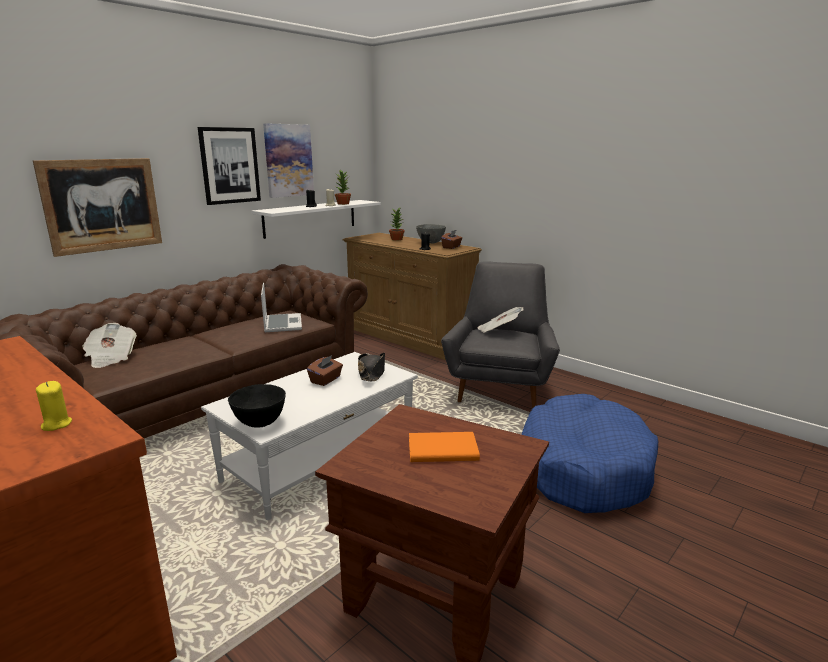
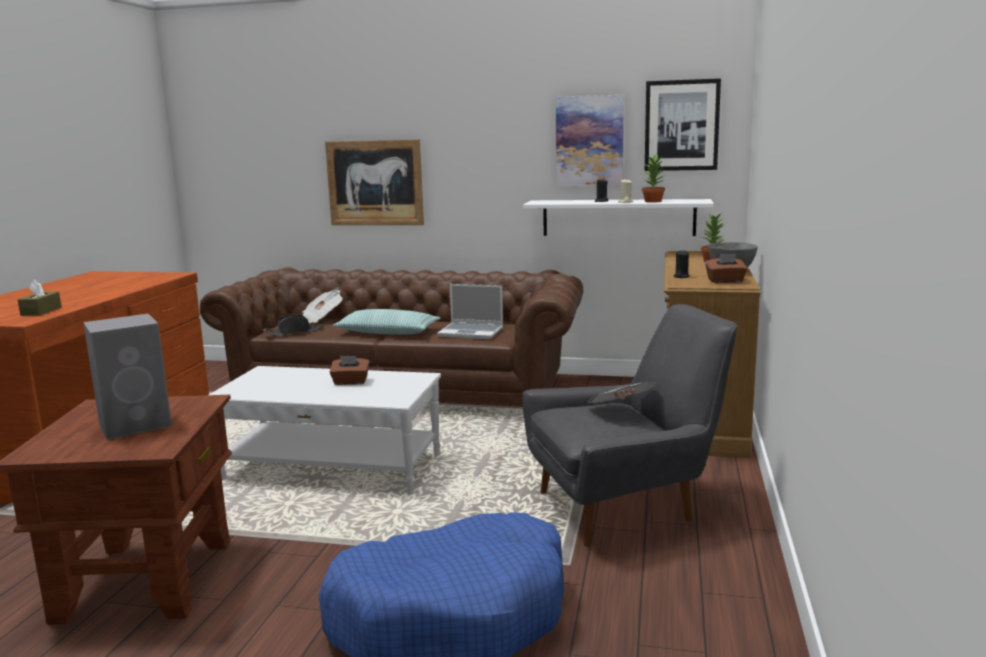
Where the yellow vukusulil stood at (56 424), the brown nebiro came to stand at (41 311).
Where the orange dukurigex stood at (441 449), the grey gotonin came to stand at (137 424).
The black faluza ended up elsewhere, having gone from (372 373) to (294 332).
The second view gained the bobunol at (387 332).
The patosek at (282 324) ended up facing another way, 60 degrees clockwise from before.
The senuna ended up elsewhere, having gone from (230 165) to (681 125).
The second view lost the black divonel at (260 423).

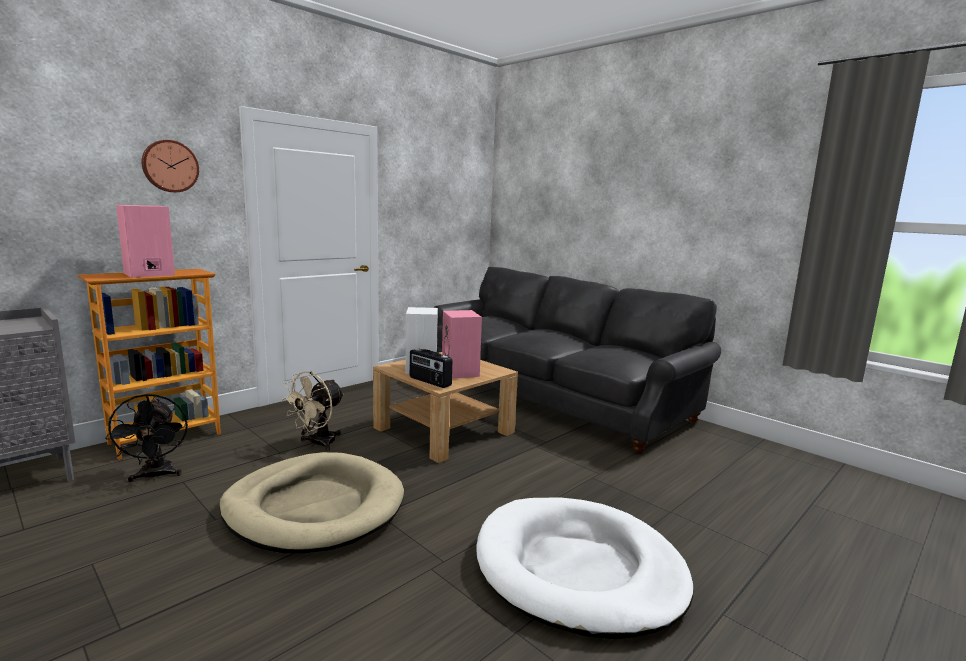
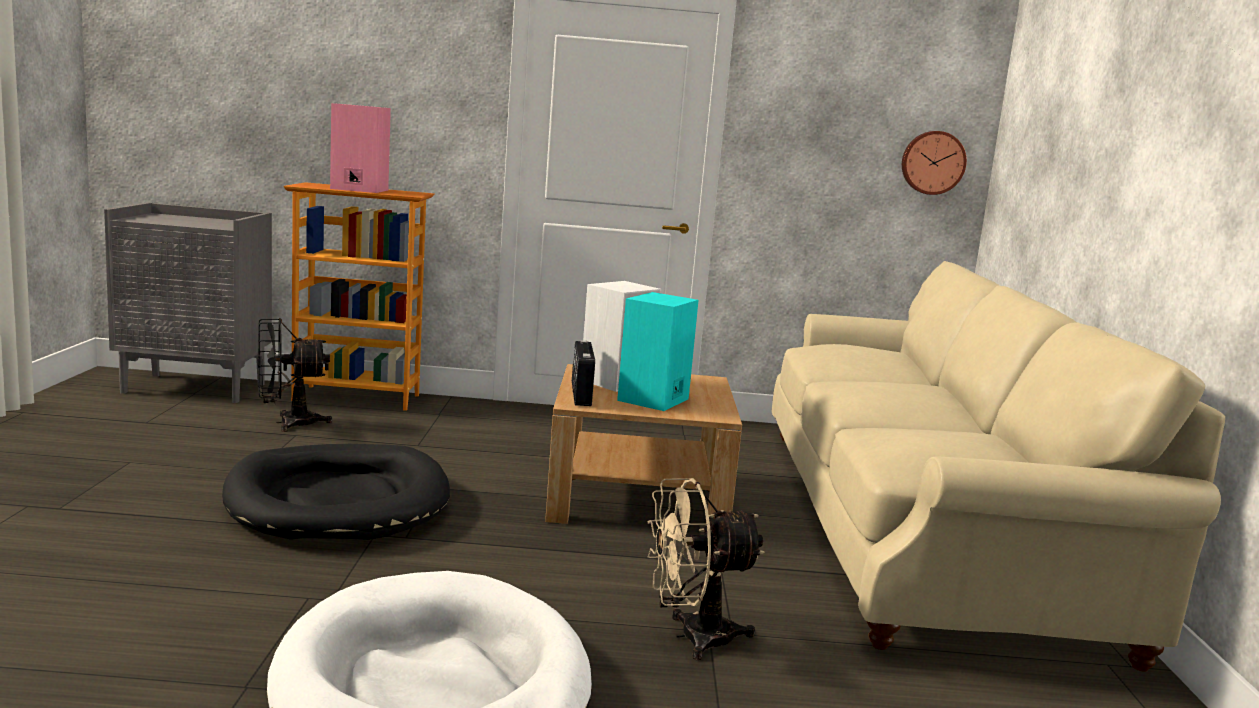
What was the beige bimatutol at (314 507) turned into the black bimatutol at (338 501).
The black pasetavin at (155 476) ended up facing another way, 45 degrees clockwise from before.
What was the pink gotonin at (461 372) turned into the turquoise gotonin at (654 400).
The beige pasetavin ended up elsewhere, having gone from (317 444) to (692 637).
What was the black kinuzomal at (552 396) turned into the beige kinuzomal at (918 525).
The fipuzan ended up elsewhere, having gone from (170 166) to (932 162).

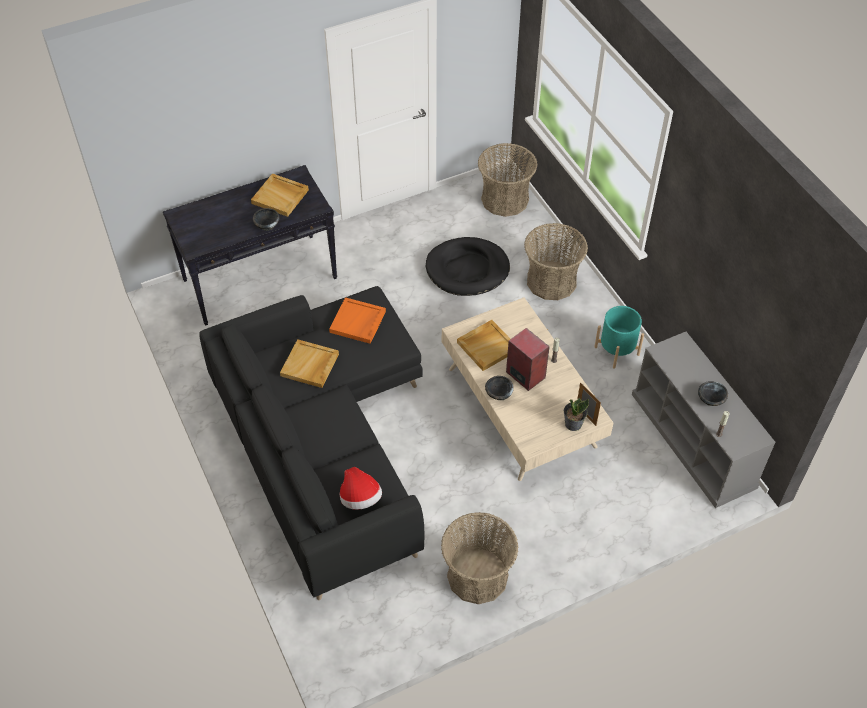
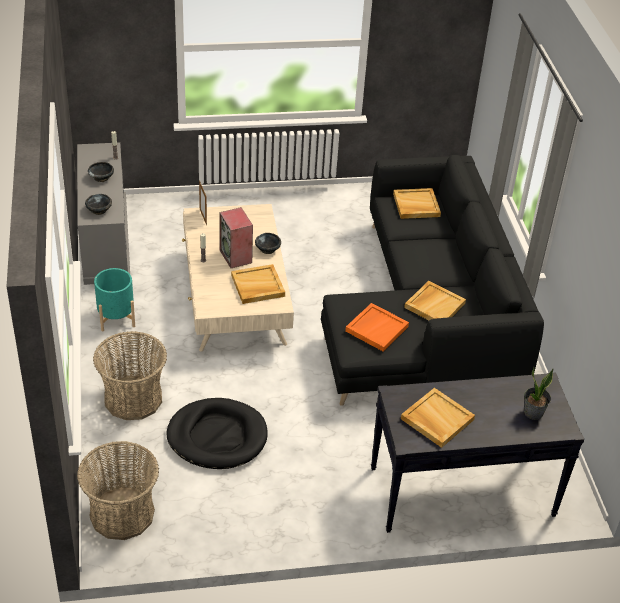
The black divonel ended up elsewhere, having gone from (267 225) to (99 210).
Where the faluza stood at (360 498), the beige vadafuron came to stand at (416 205).
The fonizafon ended up elsewhere, having gone from (573 423) to (533 413).
The second view lost the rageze at (477 576).

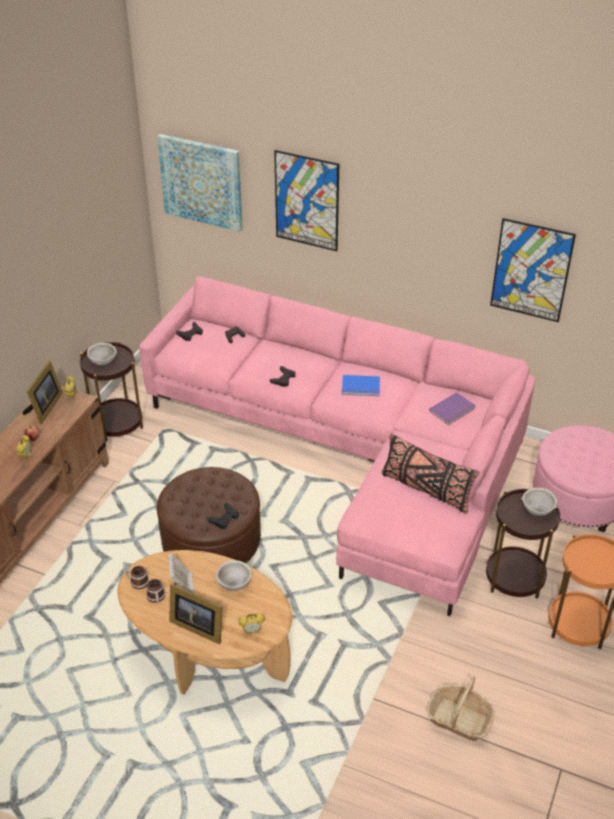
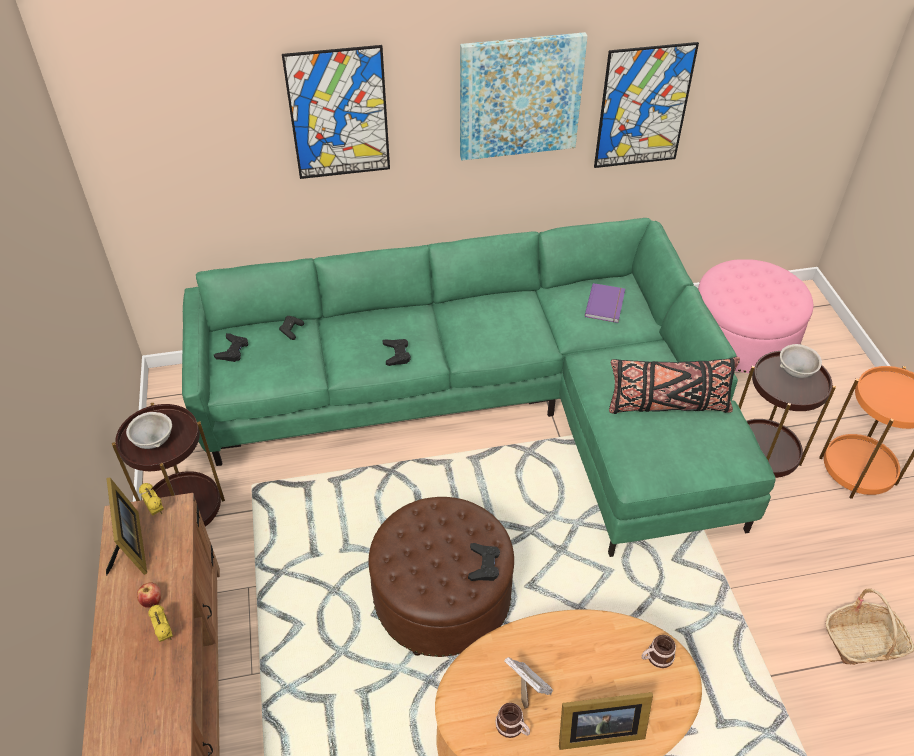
What was the pink kinuzomal at (351 452) turned into the green kinuzomal at (489 404).
The senuna ended up elsewhere, having gone from (201 182) to (520 96).
The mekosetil ended up elsewhere, having gone from (137 582) to (656 657).
The second view lost the grey divonel at (234 584).
The second view lost the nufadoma at (252 631).
The second view lost the blue dukurigex at (361 387).

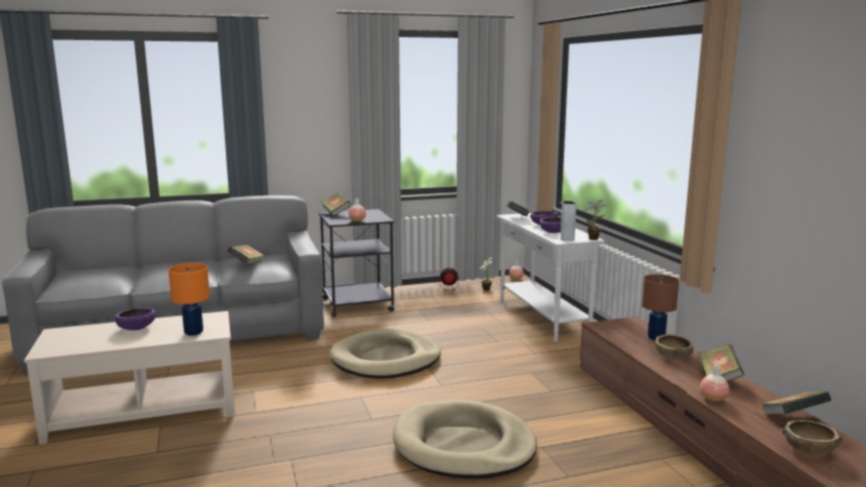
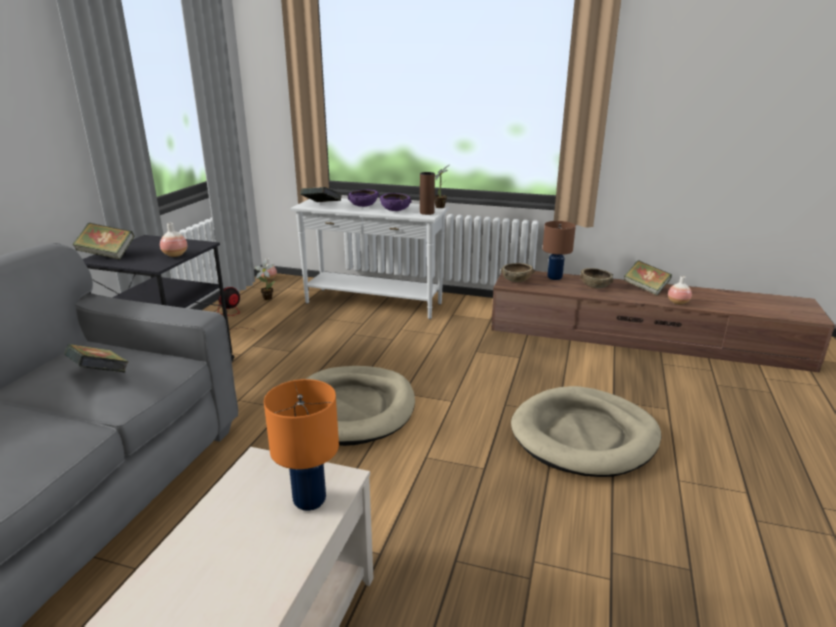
What was the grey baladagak at (567 239) turned into the brown baladagak at (427 213).
The brown divonel ended up elsewhere, having gone from (809 450) to (516 280).
The second view lost the purple divonel at (136 328).
The second view lost the dukurigex at (792 418).

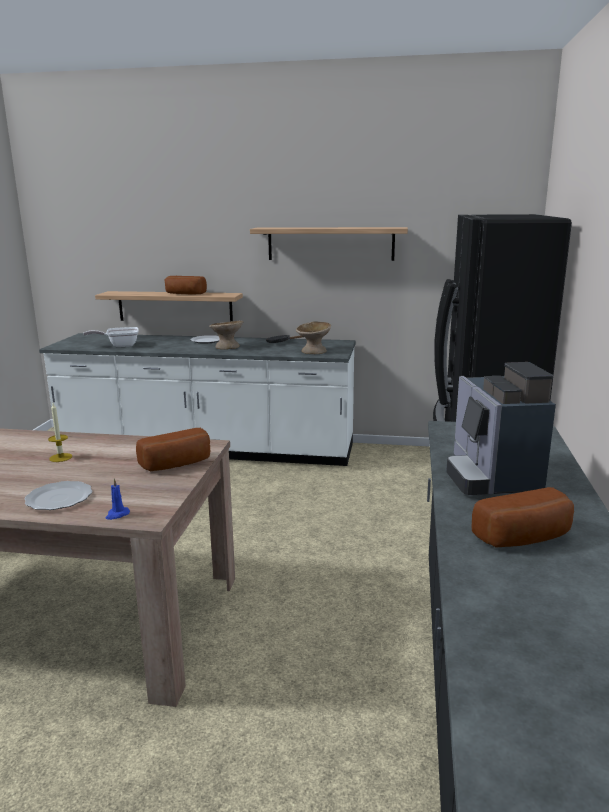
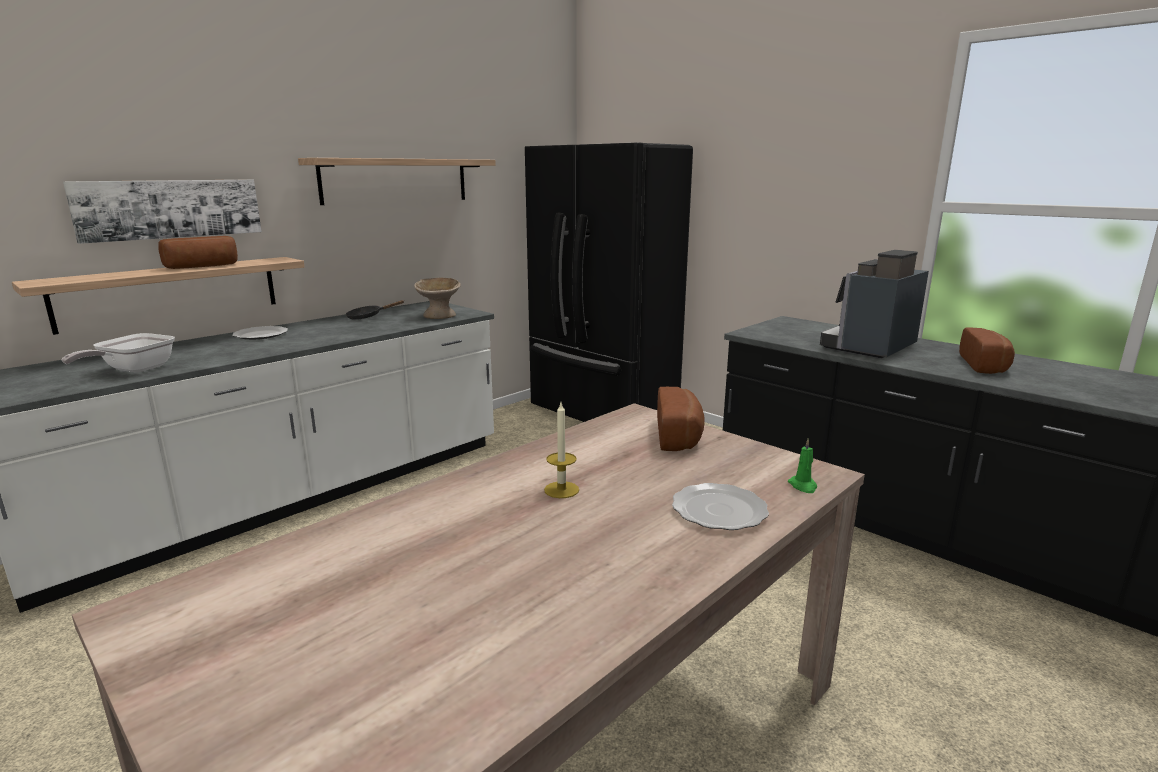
The second view gained the senuna at (170 209).
What was the blue vukusulil at (117 514) turned into the green vukusulil at (803 486).
The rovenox at (491 476) ended up facing another way, 105 degrees clockwise from before.
The second view lost the beige divonel at (227 347).

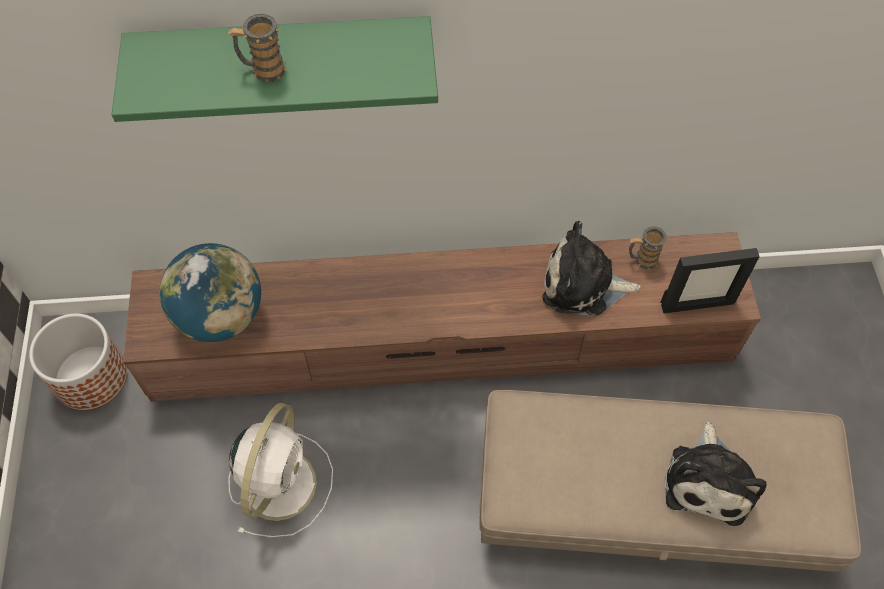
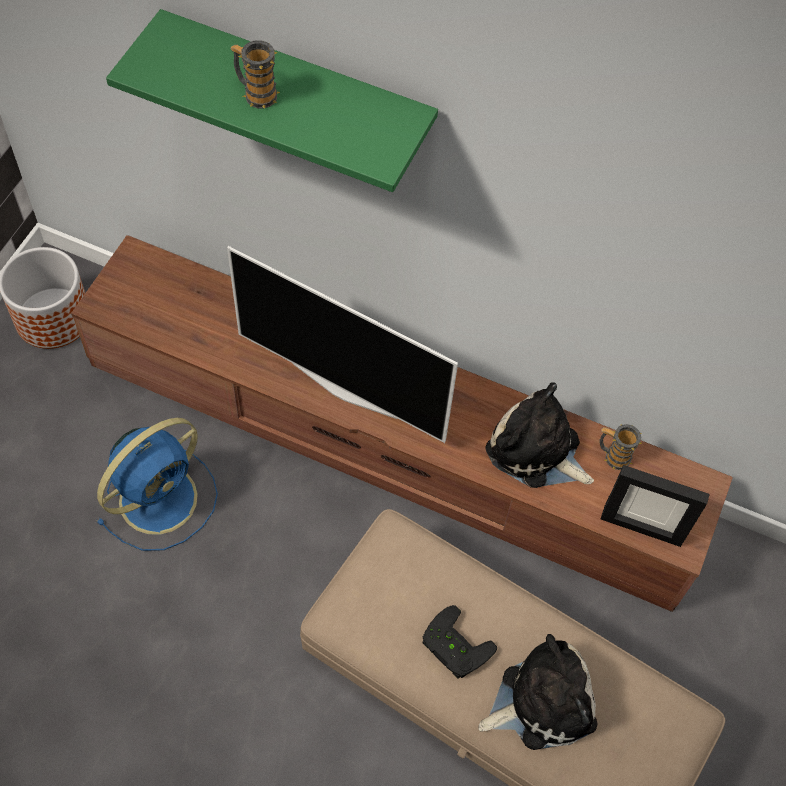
What was the white pasetavin at (280 481) turned into the blue pasetavin at (161 496).
The second view gained the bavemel at (345 389).
The second view gained the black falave at (453 647).
The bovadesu at (709 480) ended up facing another way, 150 degrees counterclockwise from before.
The second view lost the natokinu at (220 316).

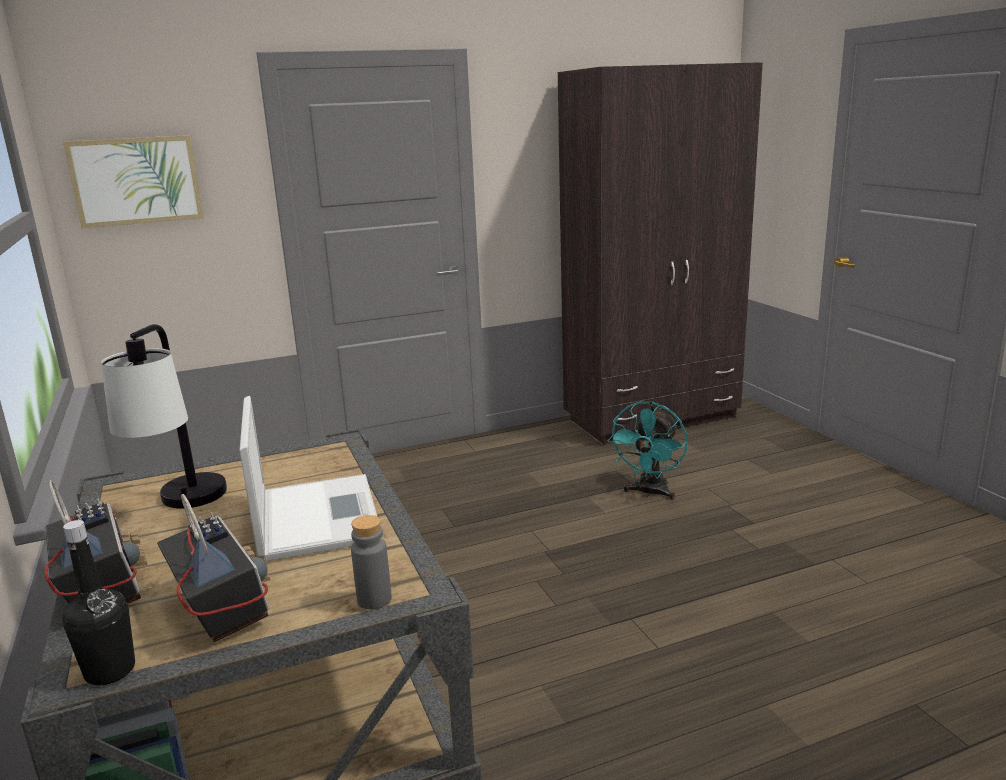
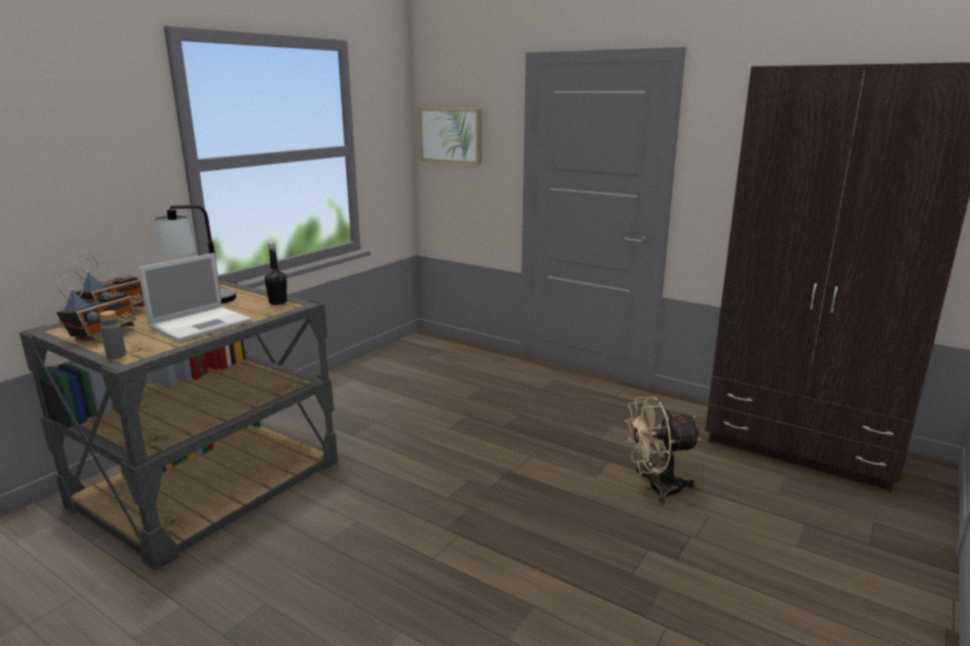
The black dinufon ended up elsewhere, having gone from (110 671) to (278 302).
What was the turquoise pasetavin at (649 493) turned into the beige pasetavin at (656 488).

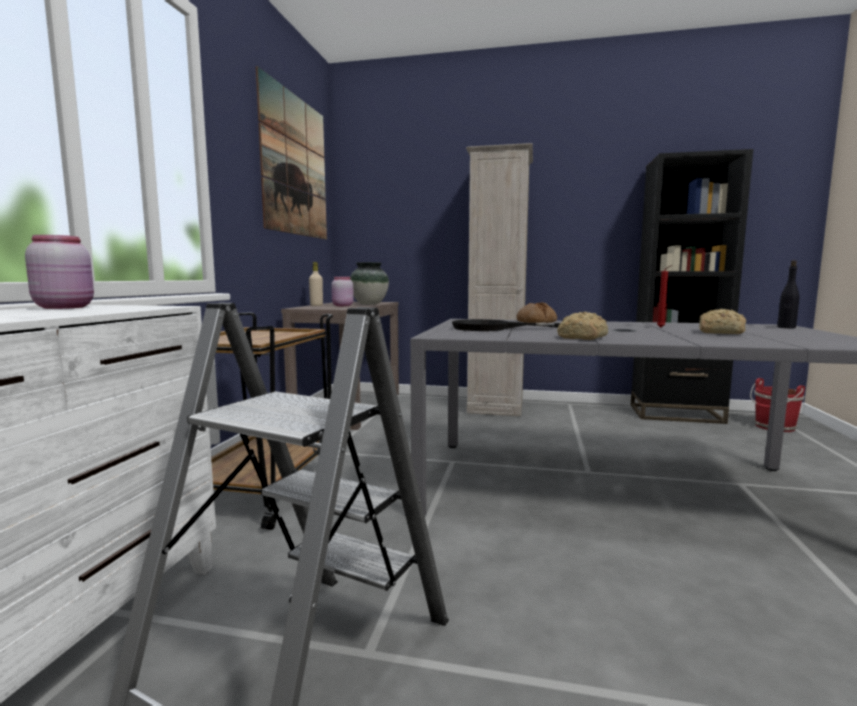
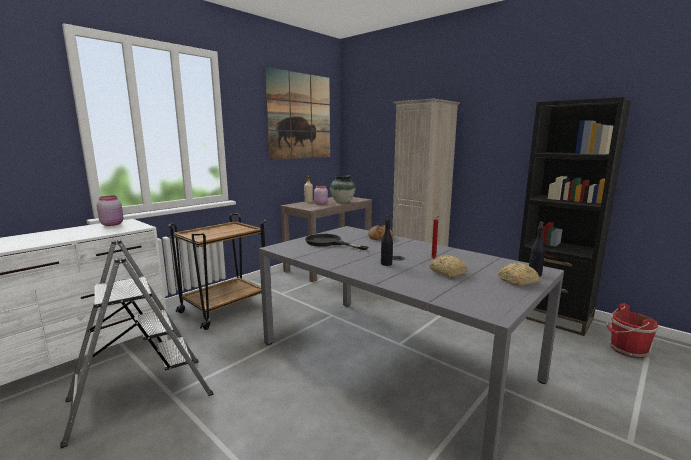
The second view gained the black dinufon at (386 264).
The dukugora ended up elsewhere, having gone from (581 338) to (516 281).

